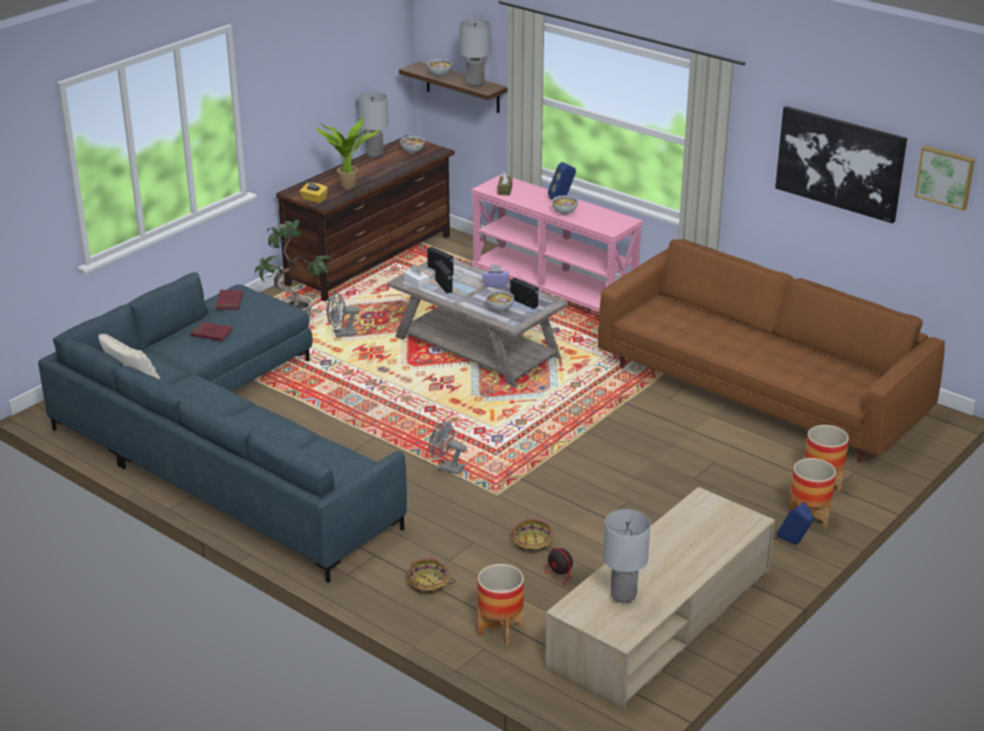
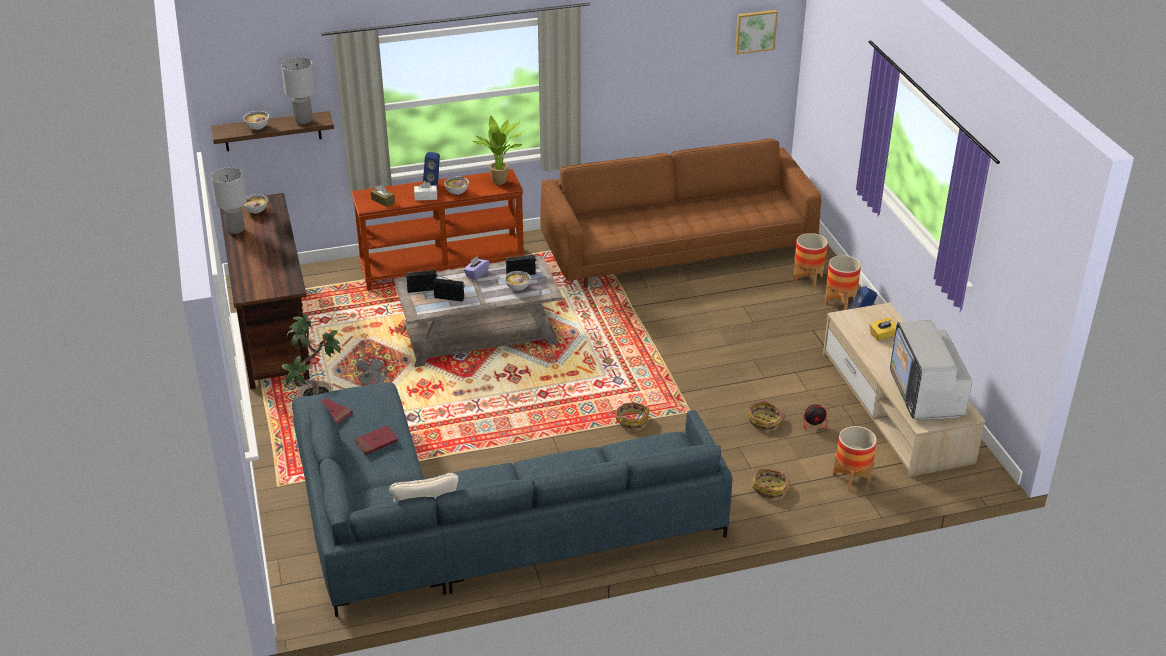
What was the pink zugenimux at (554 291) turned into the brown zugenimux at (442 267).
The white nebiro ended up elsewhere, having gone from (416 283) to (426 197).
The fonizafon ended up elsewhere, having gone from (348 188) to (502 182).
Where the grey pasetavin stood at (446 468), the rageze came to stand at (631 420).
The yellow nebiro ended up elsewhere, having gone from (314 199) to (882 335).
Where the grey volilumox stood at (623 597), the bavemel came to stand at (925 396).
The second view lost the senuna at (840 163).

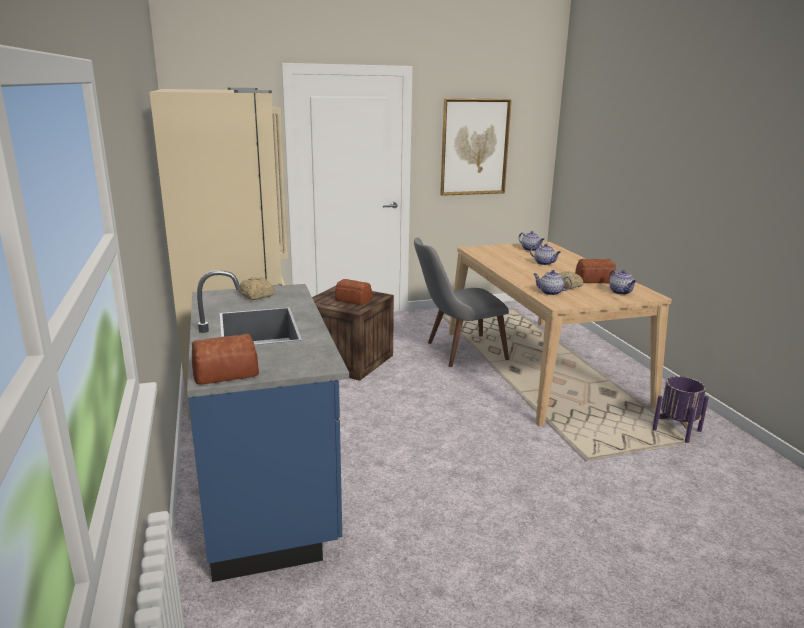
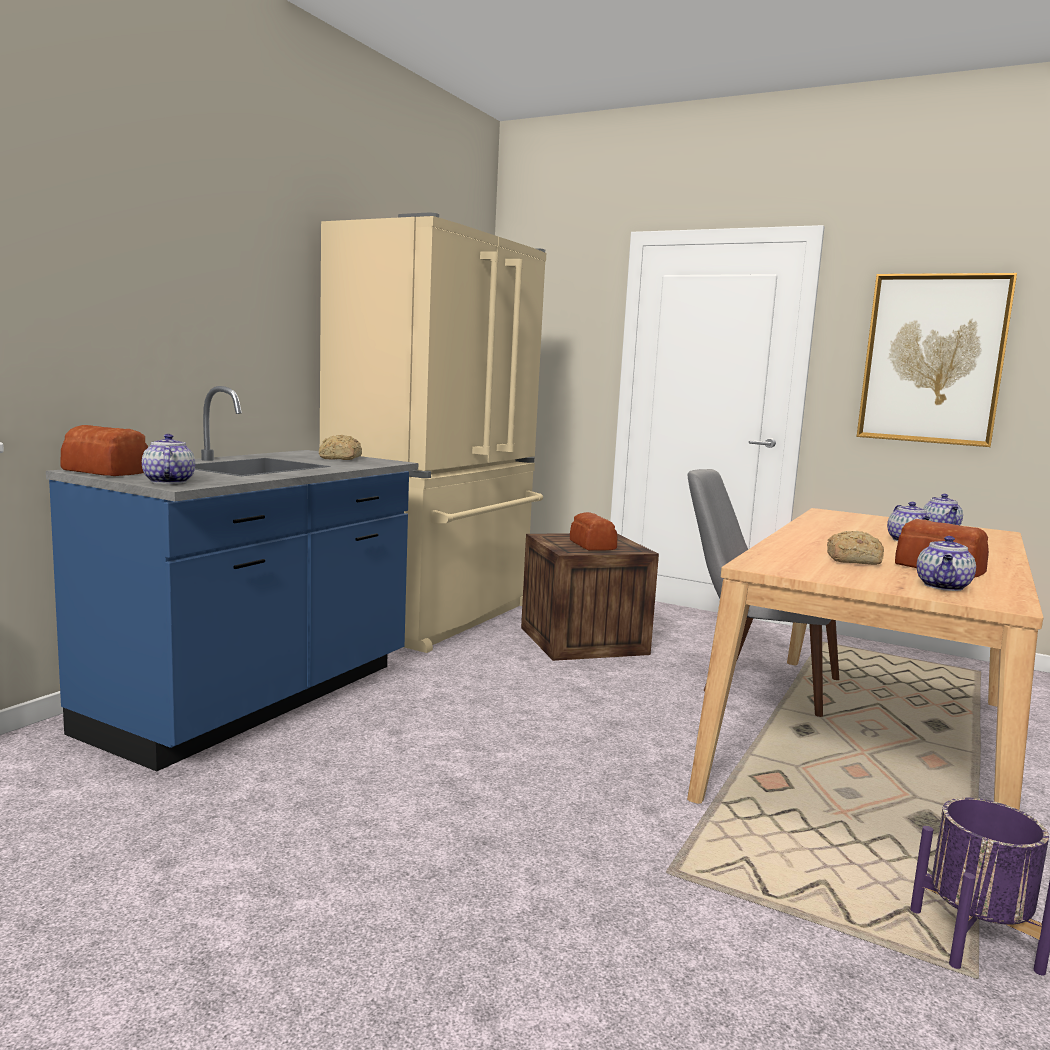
The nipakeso ended up elsewhere, having gone from (550 292) to (168 481).

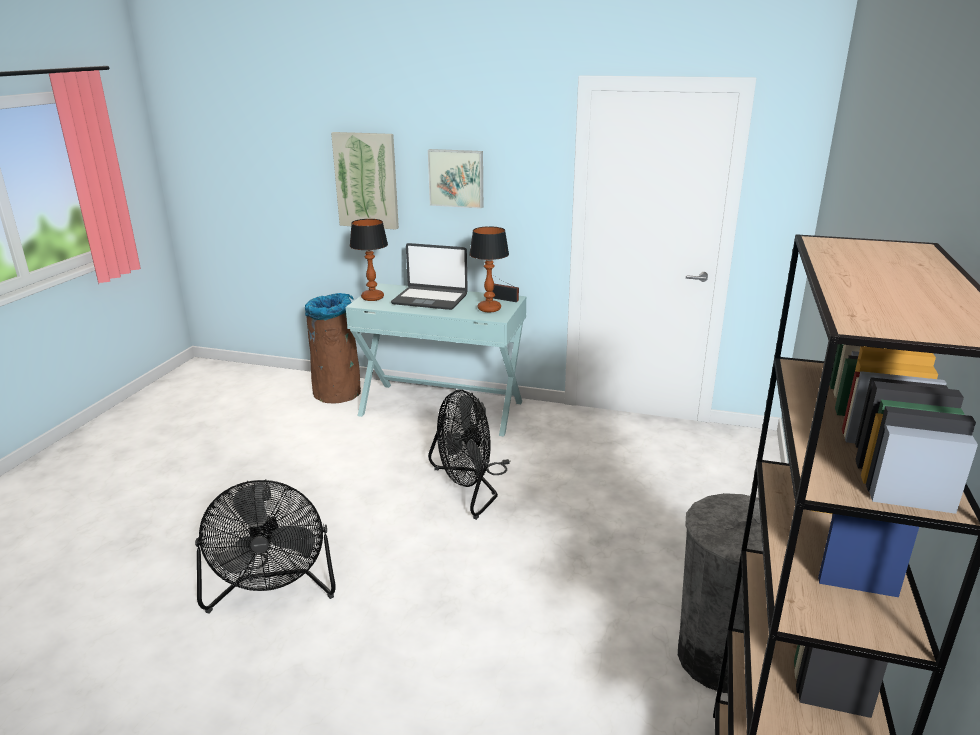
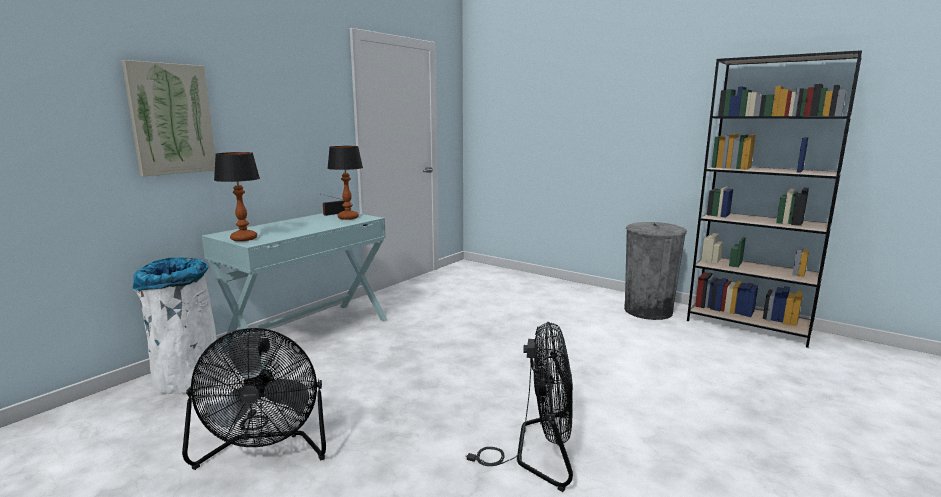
What was the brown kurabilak at (337 391) turned into the white kurabilak at (188 379).
The black pasetavin ended up elsewhere, having gone from (471 485) to (261 448).
The second view lost the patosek at (430 299).
The second view lost the senuna at (456 178).

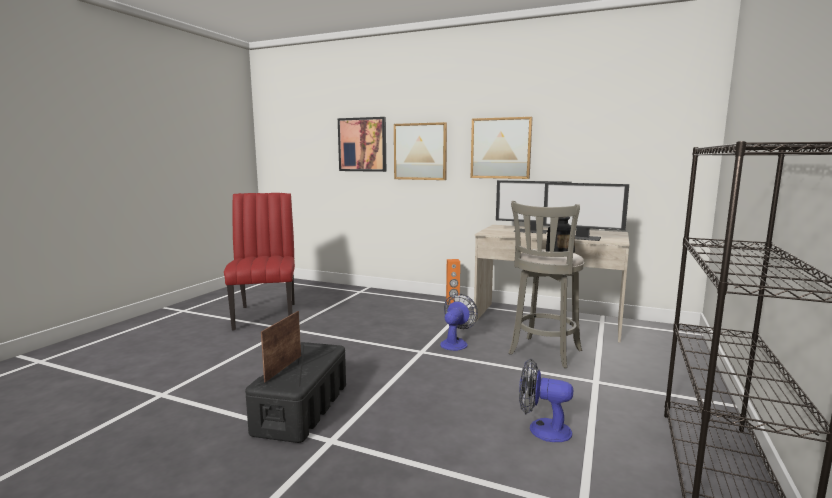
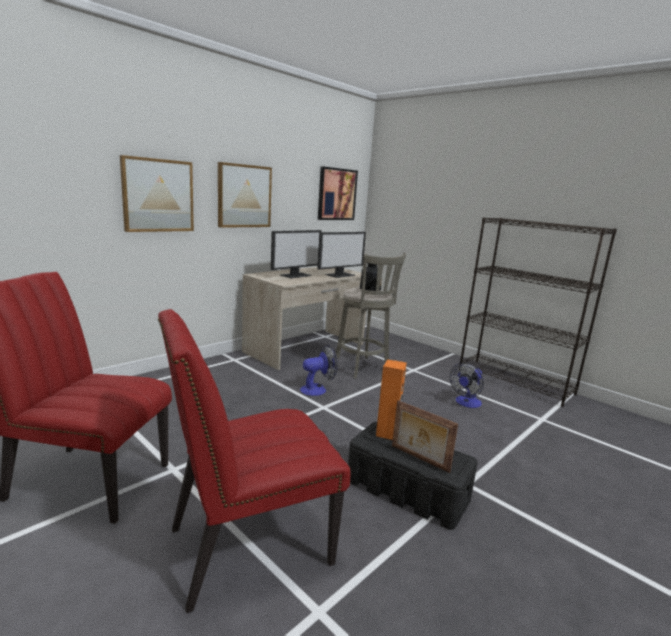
The second view gained the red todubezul at (251 545).
The pasetavin at (455 343) ended up facing another way, 105 degrees clockwise from before.
The senuna ended up elsewhere, having gone from (362 144) to (336 194).
The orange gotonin ended up elsewhere, having gone from (452 302) to (387 433).

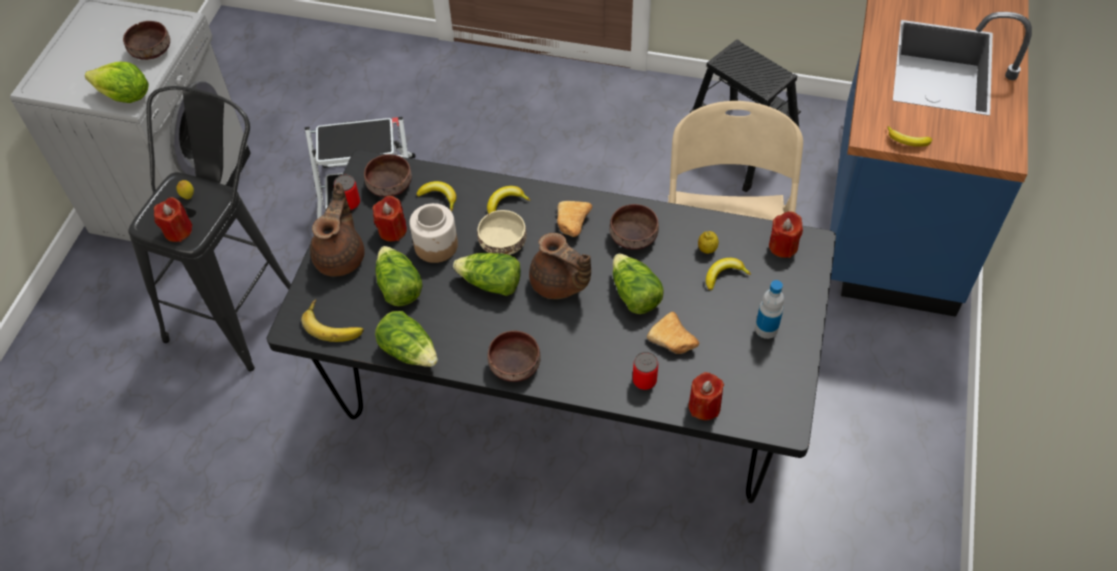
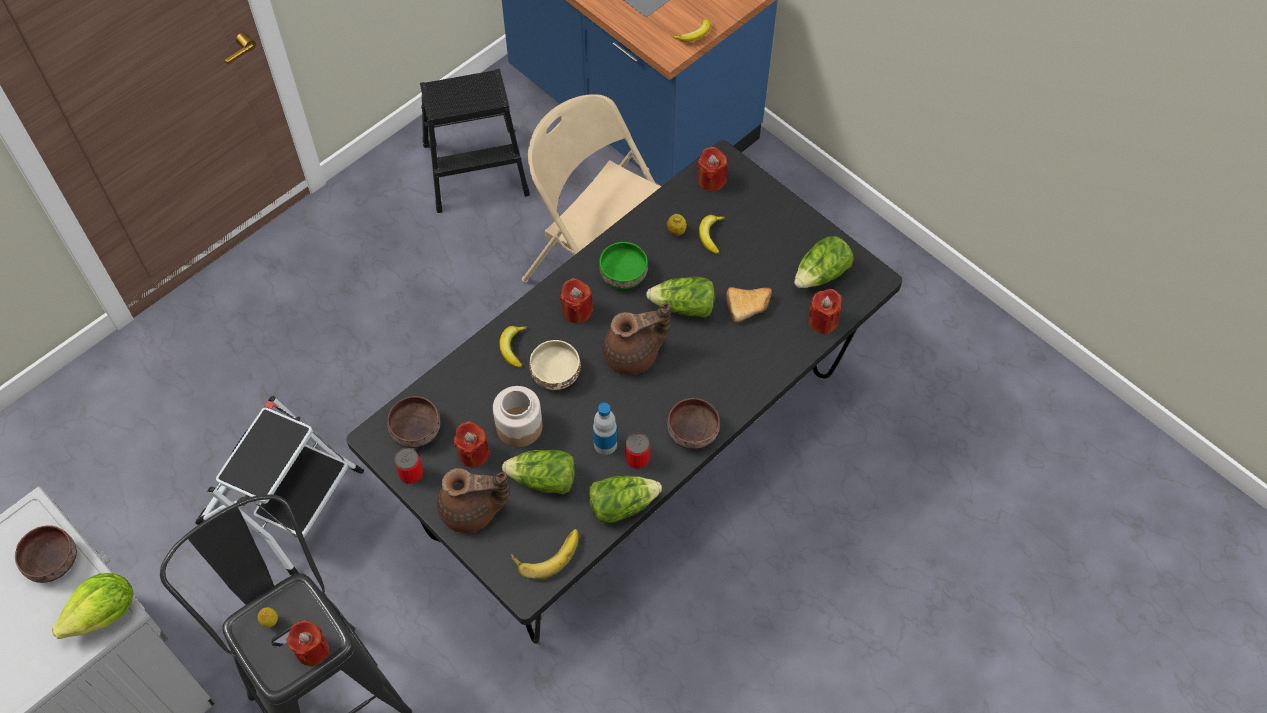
The brown nipakeso at (341 257) ended up facing another way, 135 degrees clockwise from before.
Where the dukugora stood at (572 225), the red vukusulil came to stand at (577 311).
The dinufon ended up elsewhere, having gone from (766 329) to (605 444).
What was the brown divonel at (632 235) turned into the green divonel at (622 274).
The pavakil ended up elsewhere, having gone from (644 380) to (637 459).
The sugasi ended up elsewhere, having gone from (491 283) to (821 274).
The second view lost the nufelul at (439 197).

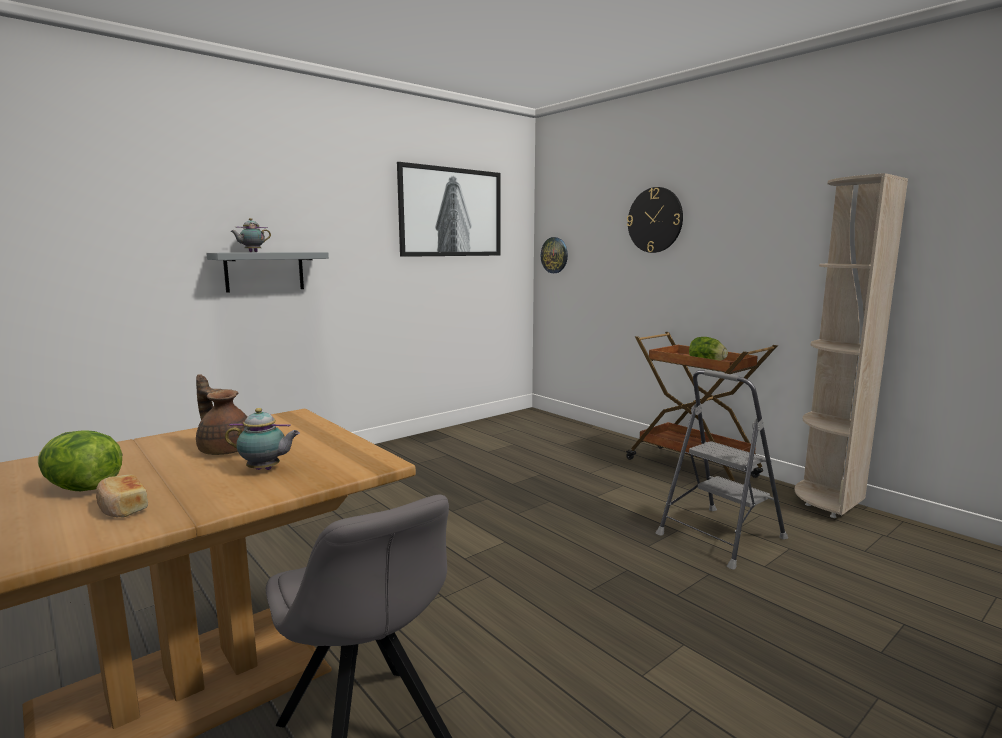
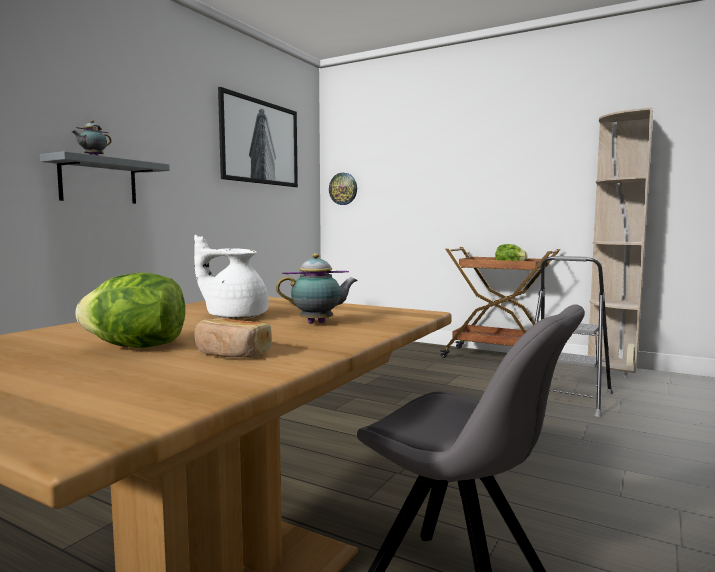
What was the brown nipakeso at (226 449) turned into the white nipakeso at (235 316).
The second view lost the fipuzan at (655 220).

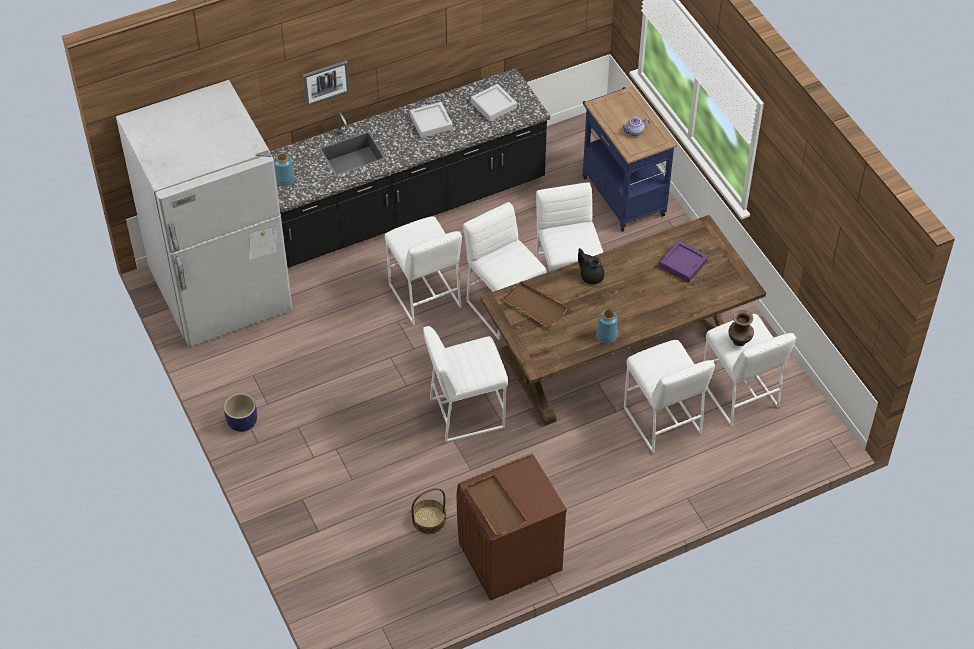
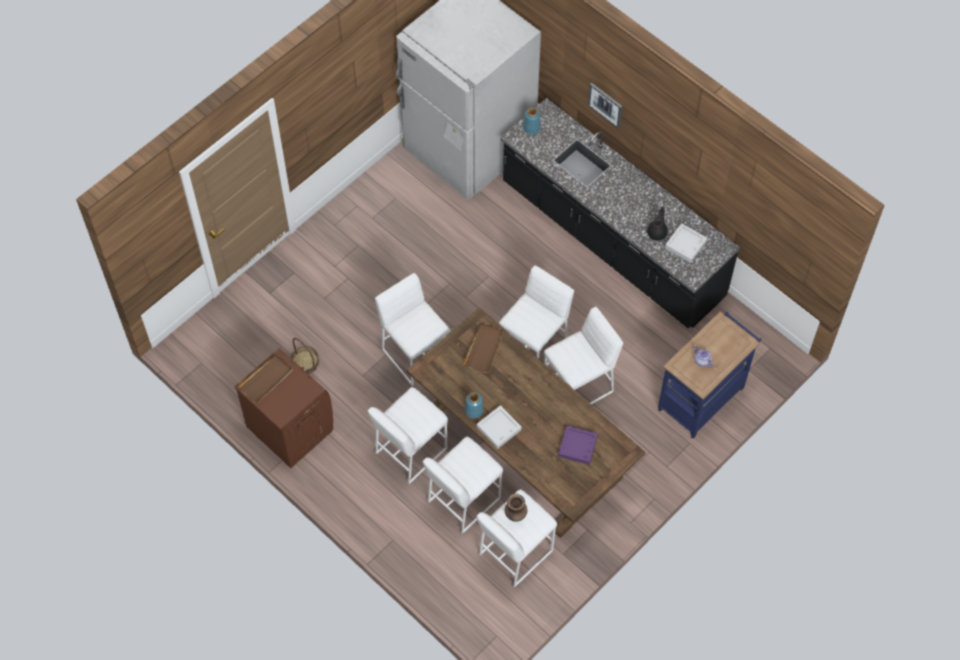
The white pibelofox ended up elsewhere, having gone from (425 296) to (410 451).
The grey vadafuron ended up elsewhere, having gone from (431 122) to (499 428).
The black nipakeso ended up elsewhere, having gone from (591 276) to (657 232).
The second view lost the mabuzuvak at (242 422).

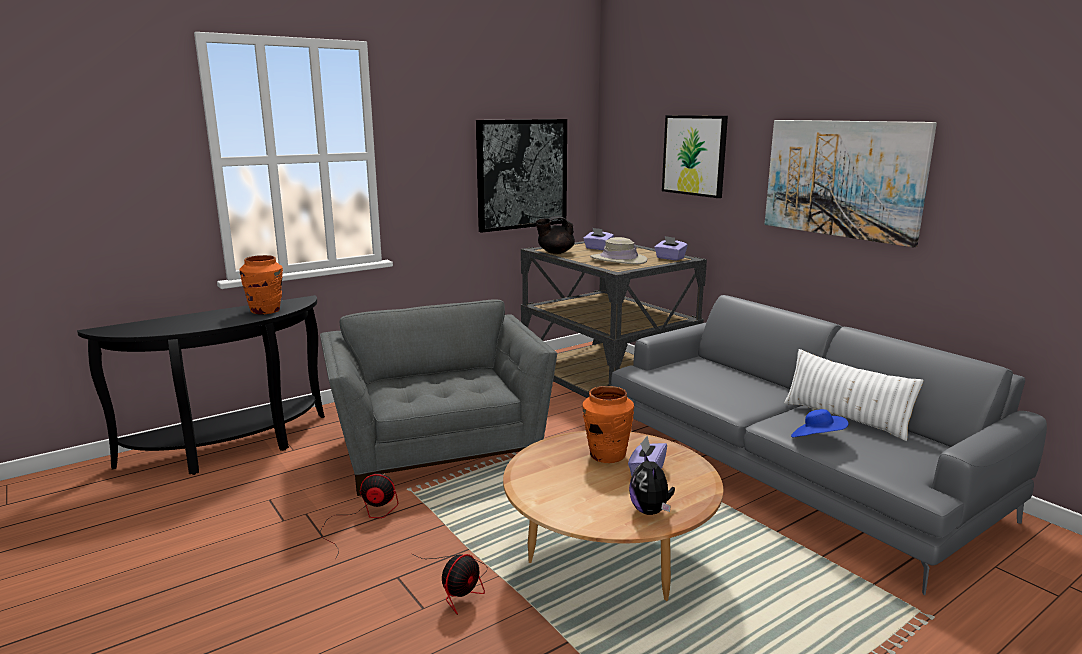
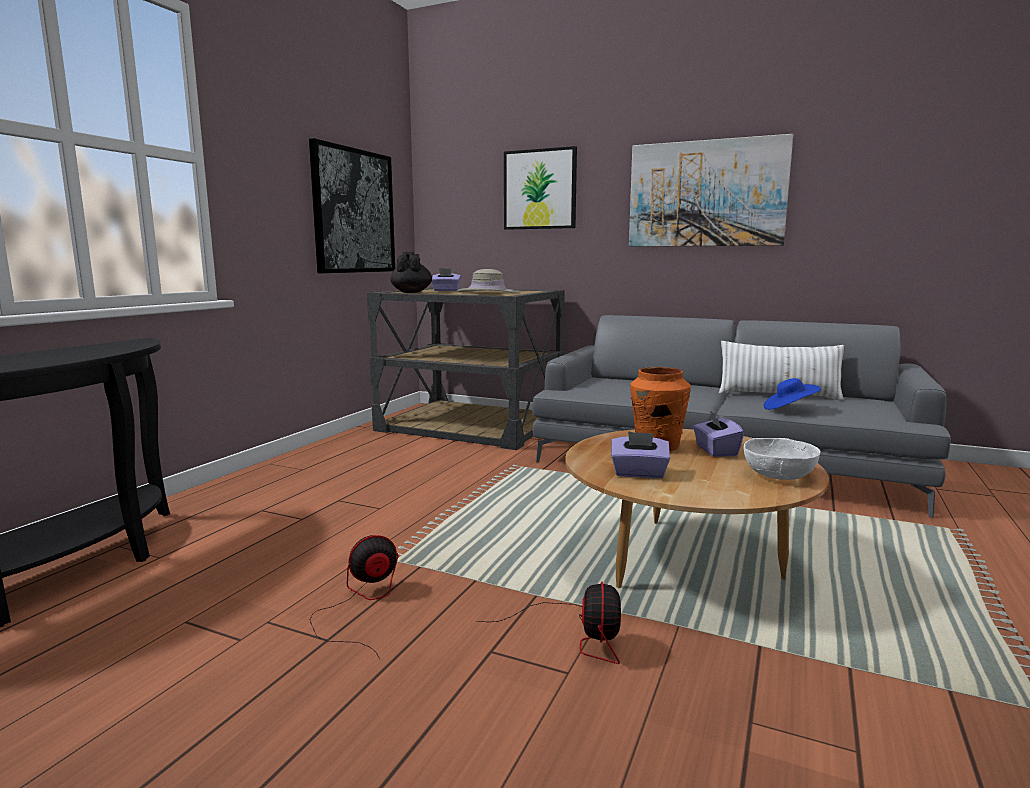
The black nipakeso at (555 252) ended up facing another way, 135 degrees clockwise from before.
The purple nebiro ended up elsewhere, having gone from (670 258) to (639 473).
Where the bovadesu stood at (650 511), the white divonel came to stand at (779 475).
The second view lost the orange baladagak at (266 311).
The second view lost the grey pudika at (439 447).

